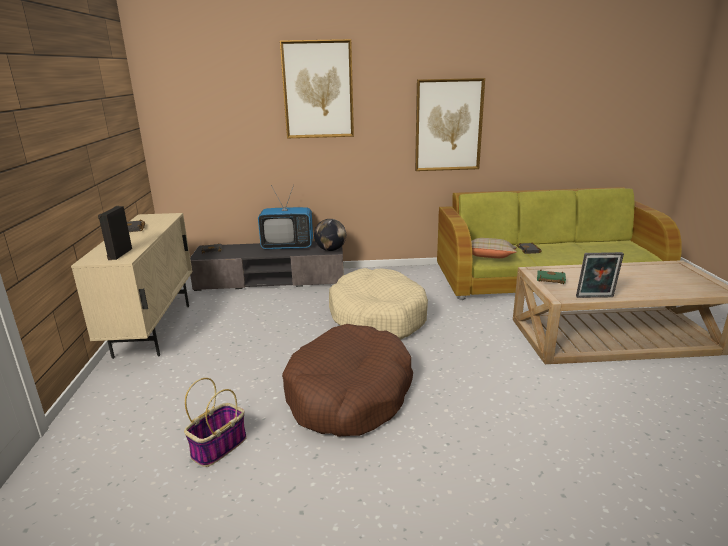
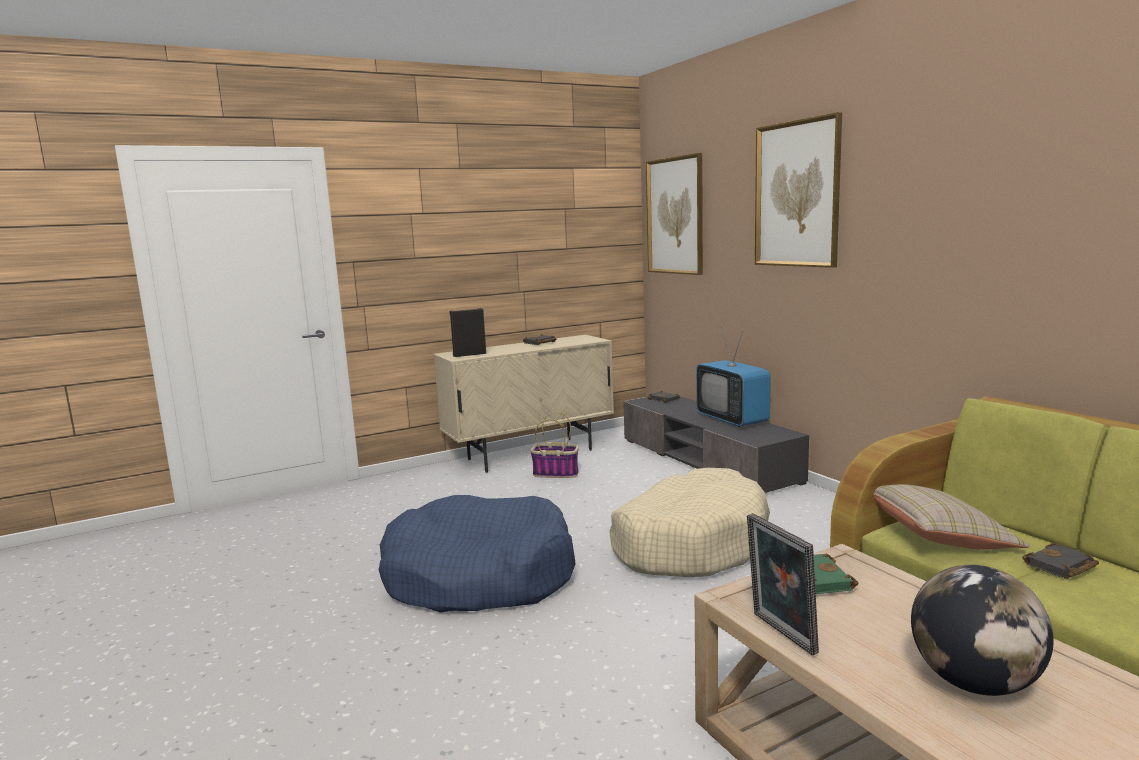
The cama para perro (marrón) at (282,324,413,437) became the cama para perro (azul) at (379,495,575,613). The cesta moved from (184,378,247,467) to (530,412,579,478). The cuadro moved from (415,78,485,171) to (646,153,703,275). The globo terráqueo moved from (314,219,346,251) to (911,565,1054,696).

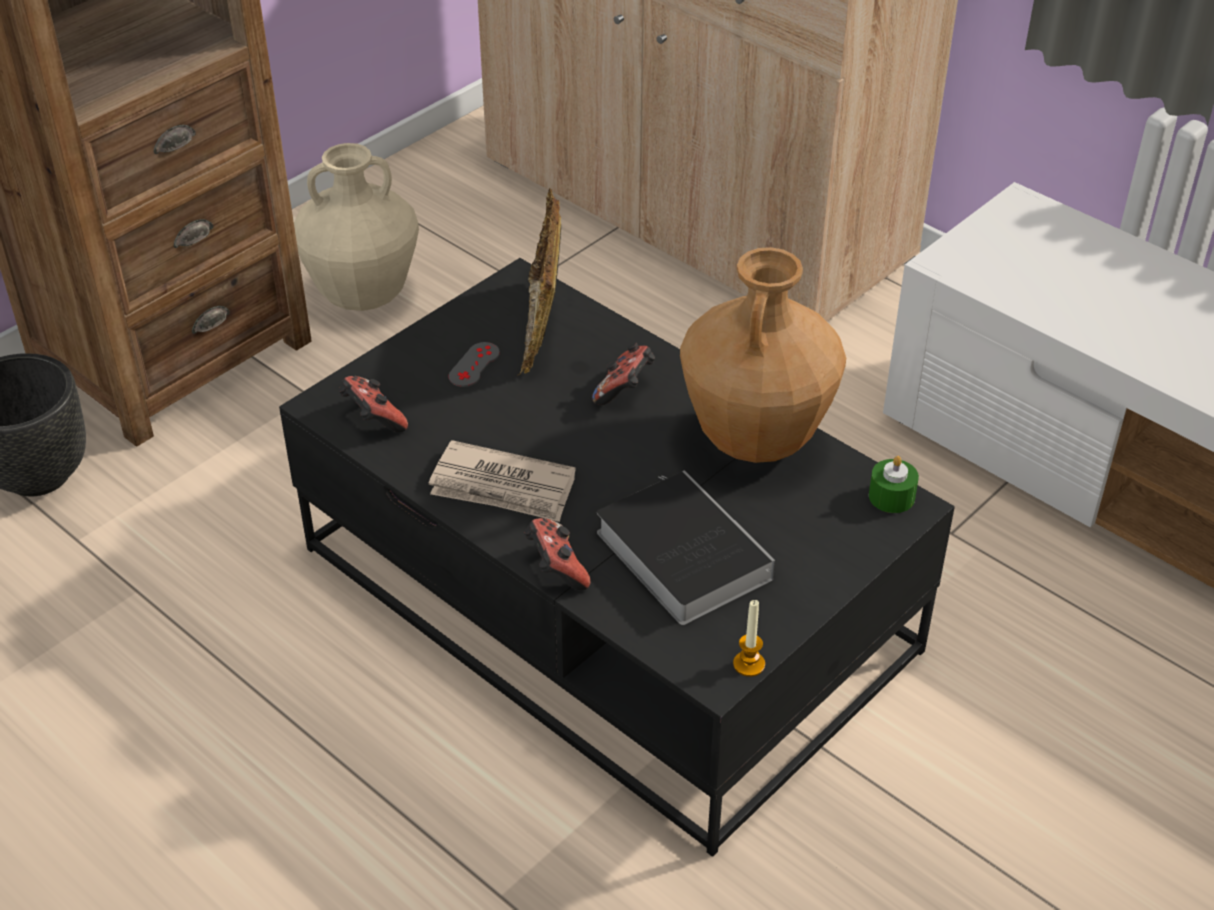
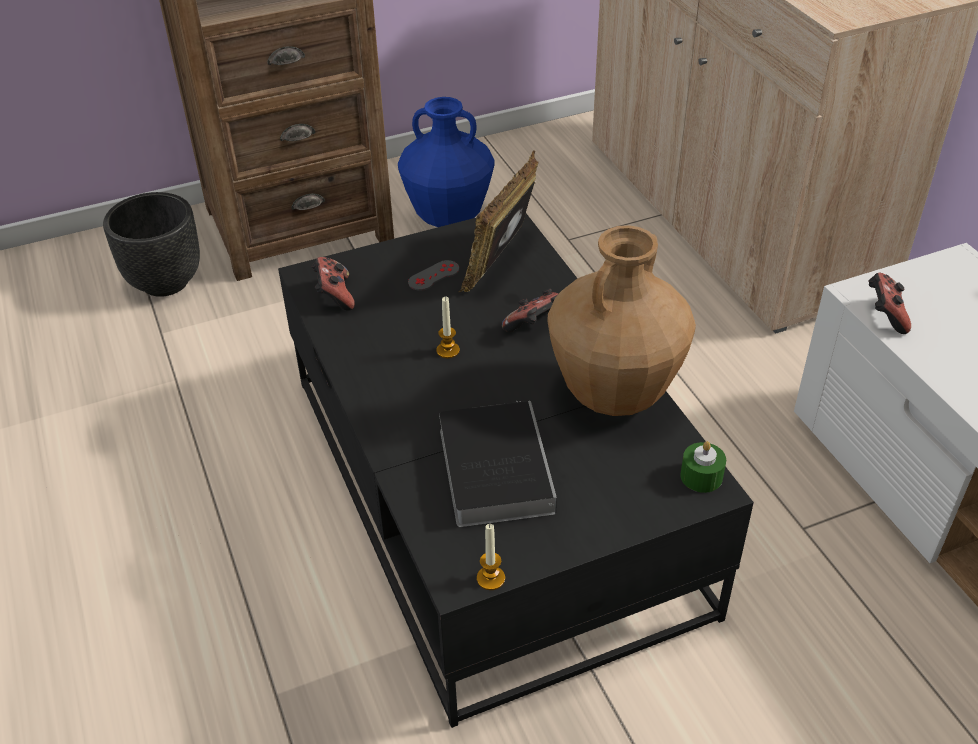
The florero (beis) at (294,143,419,311) became the florero (azul) at (398,97,494,227). The vela at (436,296,460,358) appeared. The mando de consola moved from (524,518,591,590) to (868,273,911,334). The periódico at (429,440,576,522) disappeared.

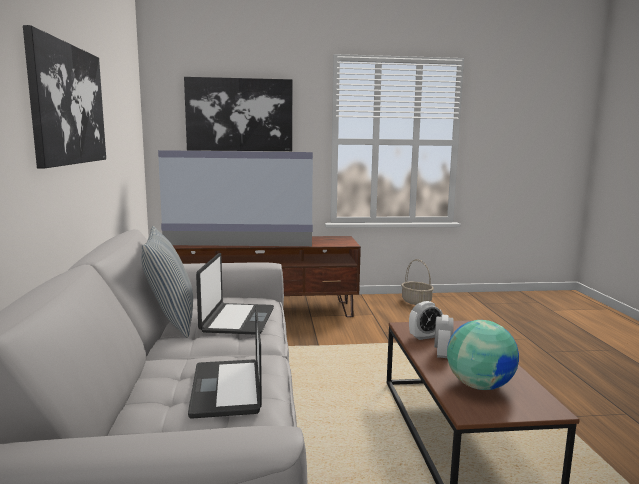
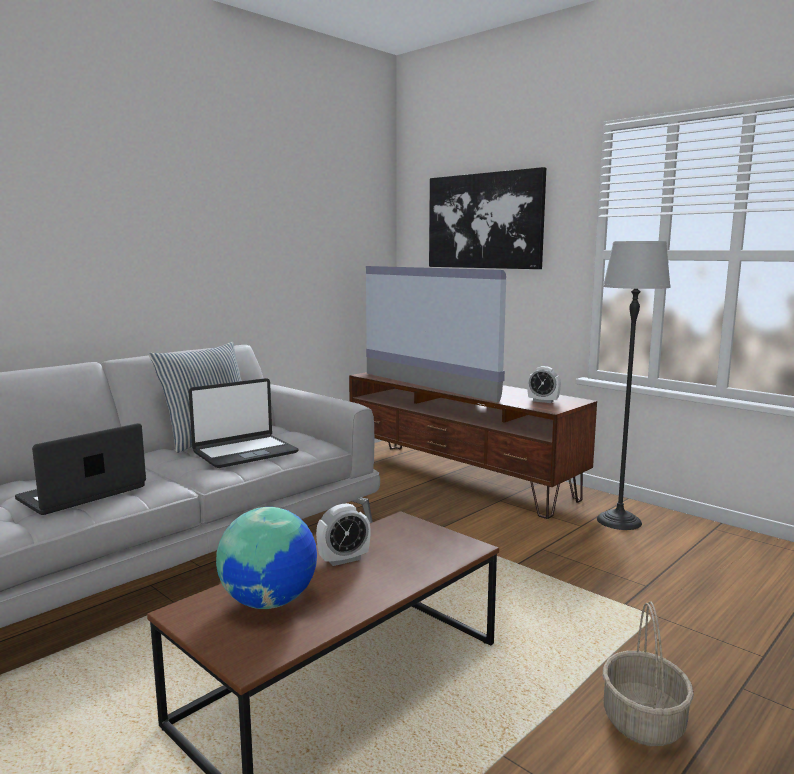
The despertador moved from (409,301,443,340) to (527,366,561,403). The lámpara de pie at (597,241,671,530) appeared. The cesta moved from (401,259,434,305) to (603,601,694,746). The cuadro at (23,25,106,169) disappeared.

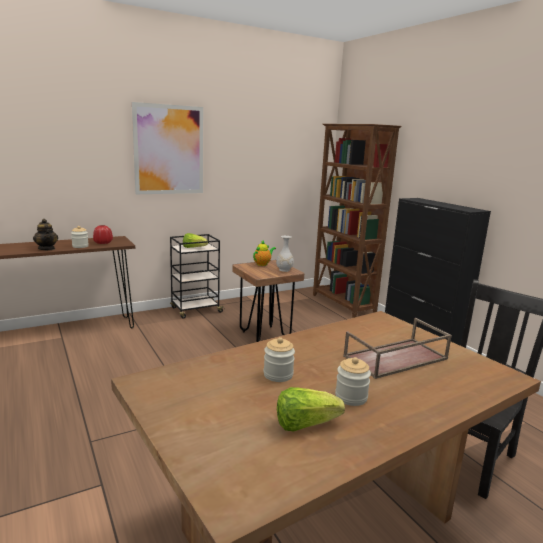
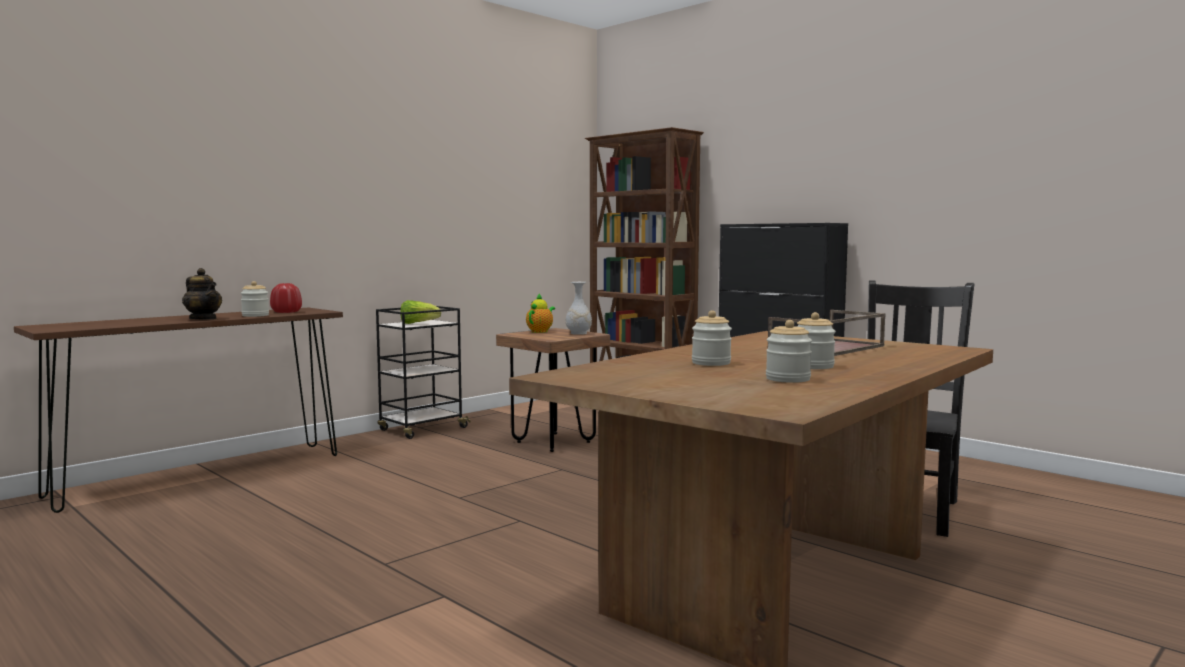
The lechuga at (277,387,345,432) was replaced by the tarro at (766,320,812,383). The cuadro at (132,102,203,194) disappeared.

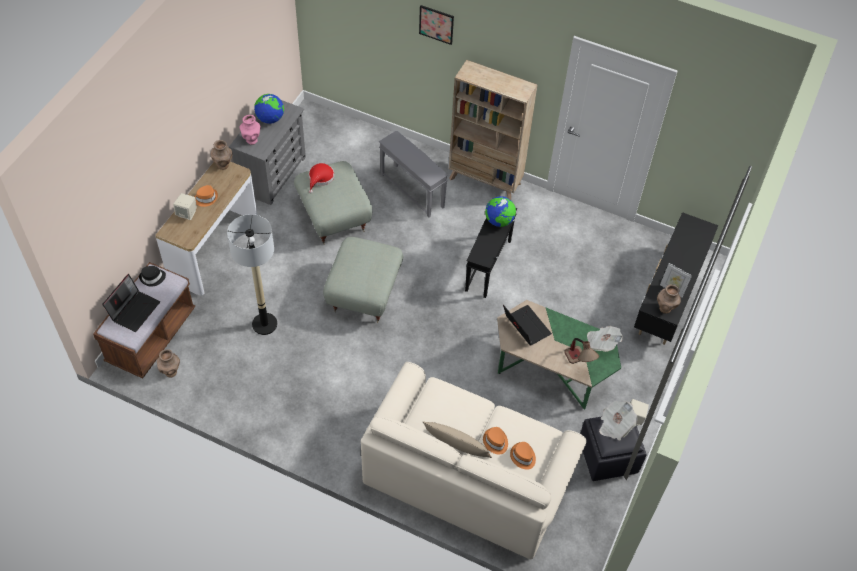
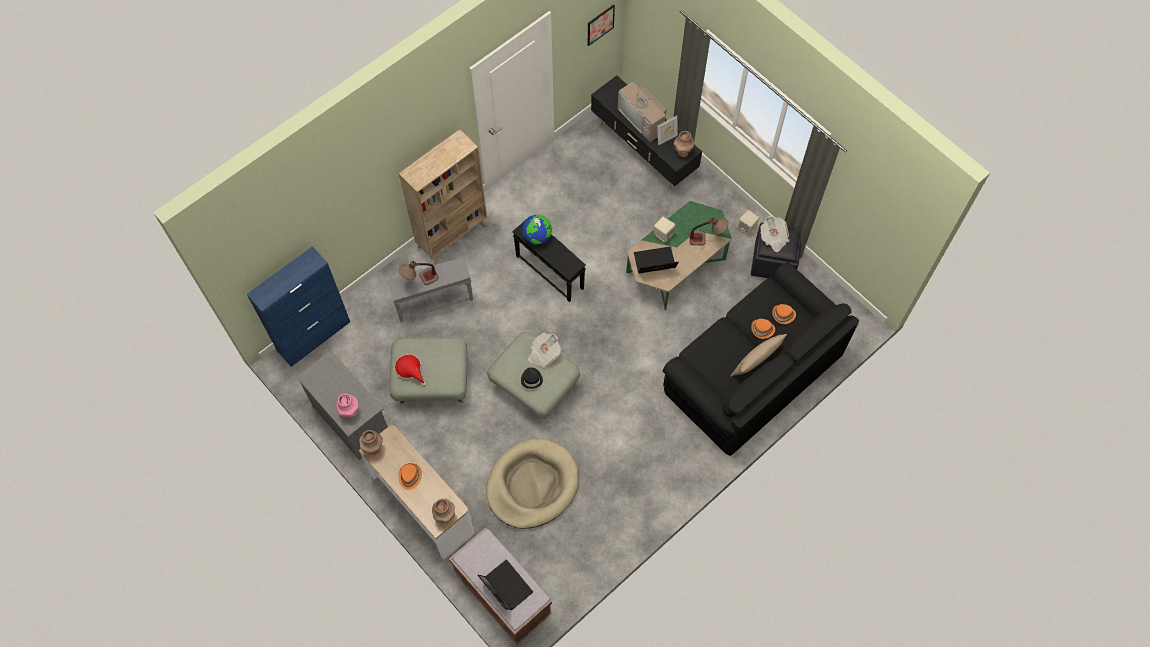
The armario (azul) at (247,246,350,367) appeared. The lámpara de mesa at (399,261,439,285) appeared. The florero (marrón) moved from (157,349,180,378) to (432,499,455,523). The lámpara de pie at (227,214,278,335) was replaced by the cama para perro (beis) at (486,438,579,529). The sombrero (negro) moved from (139,266,166,287) to (521,367,543,389). The periódico moved from (587,326,623,352) to (528,332,561,368). The cuadro moved from (419,5,454,45) to (588,4,615,46). The televisor at (618,76,666,142) appeared. The altavoz (beis) moved from (173,193,197,220) to (654,217,675,242). The sofá (beis) at (361,362,587,559) became the sofá (negro) at (663,262,859,456). The globo terráqueo at (254,94,284,124) disappeared.

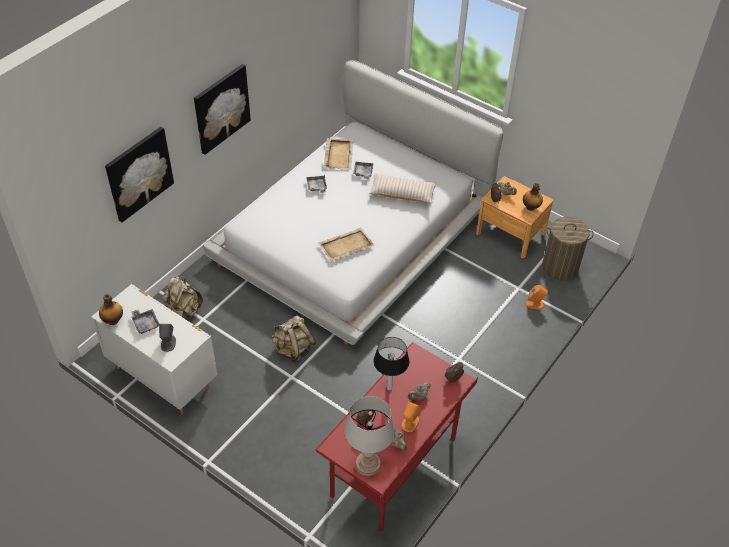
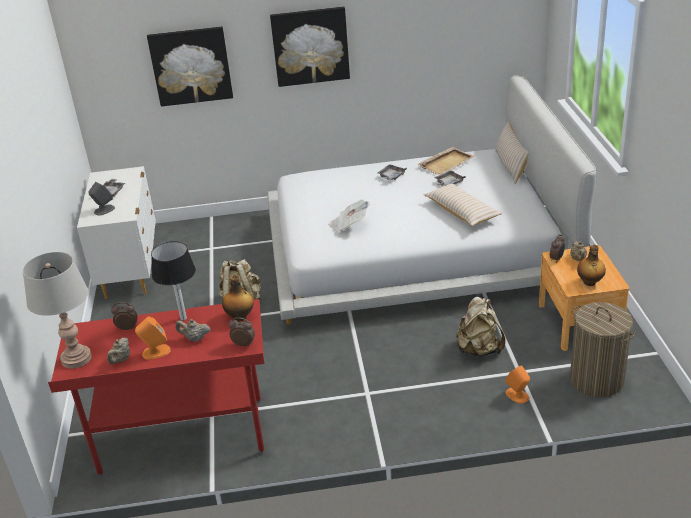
The botella moved from (99,294,123,325) to (222,275,254,322). The bandeja (beis) at (318,227,375,262) was replaced by the periódico at (329,200,370,233). The mochila (beis) moved from (162,276,203,319) to (456,297,505,356). The cojín (beis) at (496,121,529,184) appeared.

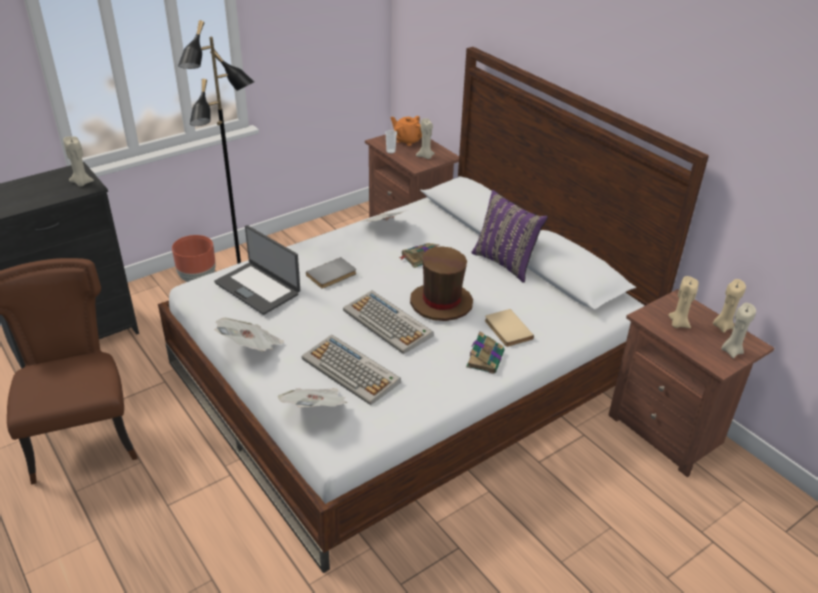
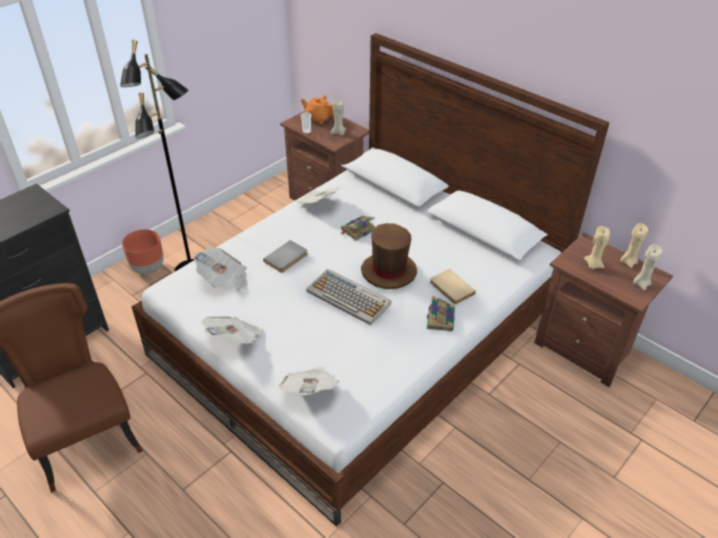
The portátil at (214,225,300,315) was replaced by the periódico at (193,248,248,290). The vela (beis) at (63,136,94,186) disappeared. The teclado at (302,335,401,405) disappeared. The cojín (morado) at (471,190,548,283) disappeared.

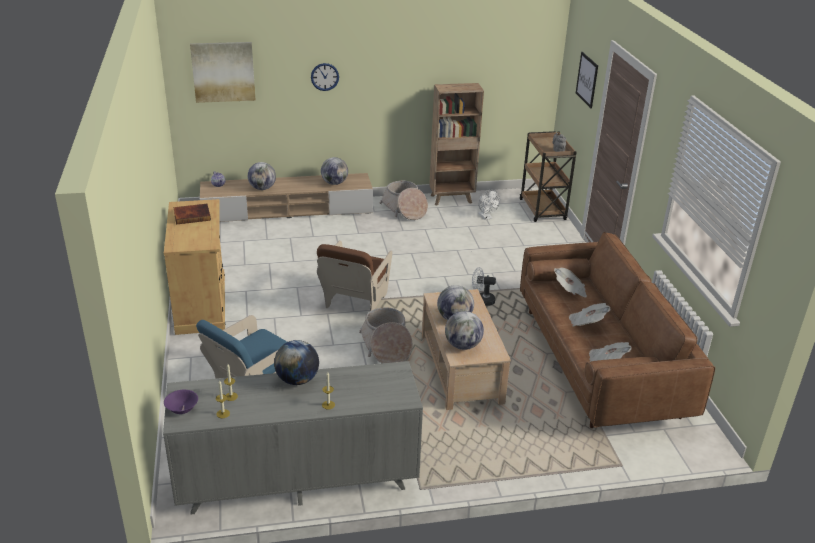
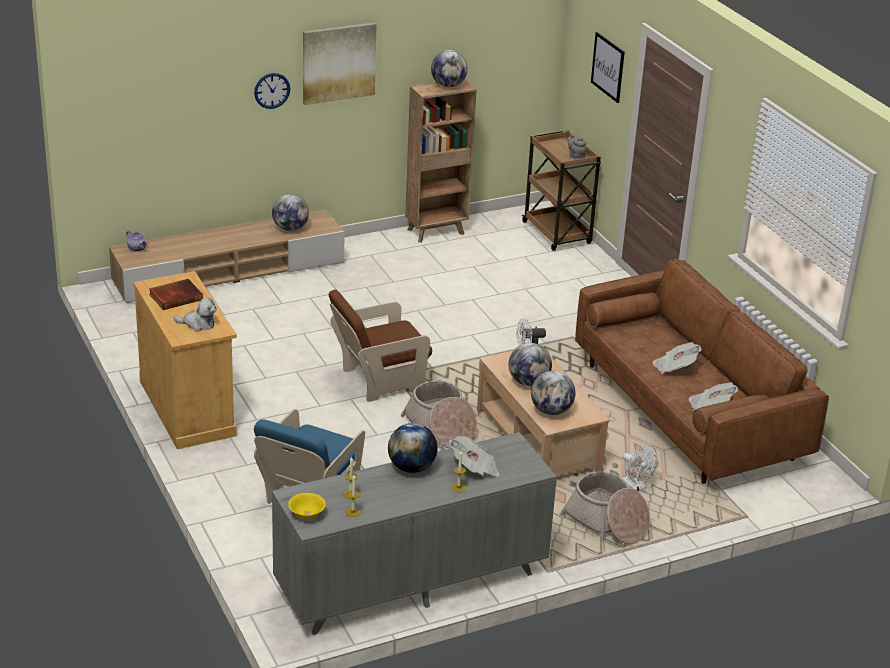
The peluche at (173,298,217,332) appeared. The cuenco (morado) at (164,390,198,414) became the cuenco (amarillo) at (288,493,326,519). The cuadro moved from (190,42,256,103) to (303,22,376,105). The sillón (marrón) at (317,241,392,311) turned 60 degrees clockwise. The globo terráqueo moved from (248,162,276,190) to (431,50,468,87). The periódico moved from (554,268,587,298) to (449,436,500,477). The cesta moved from (380,181,428,220) to (560,471,651,544). The ventilador (blanco) moved from (478,190,500,220) to (622,445,658,492).

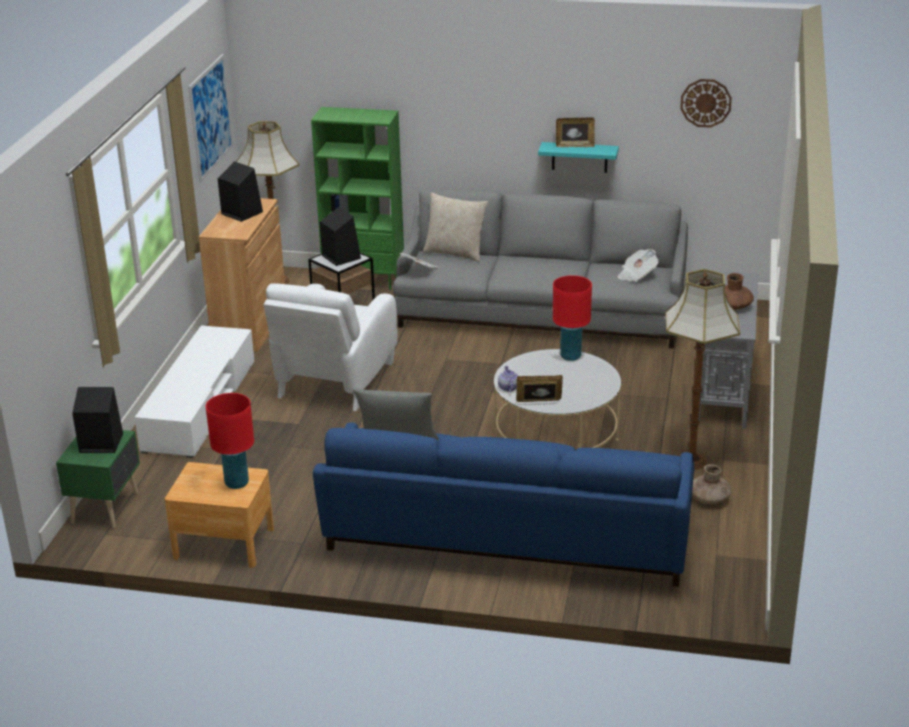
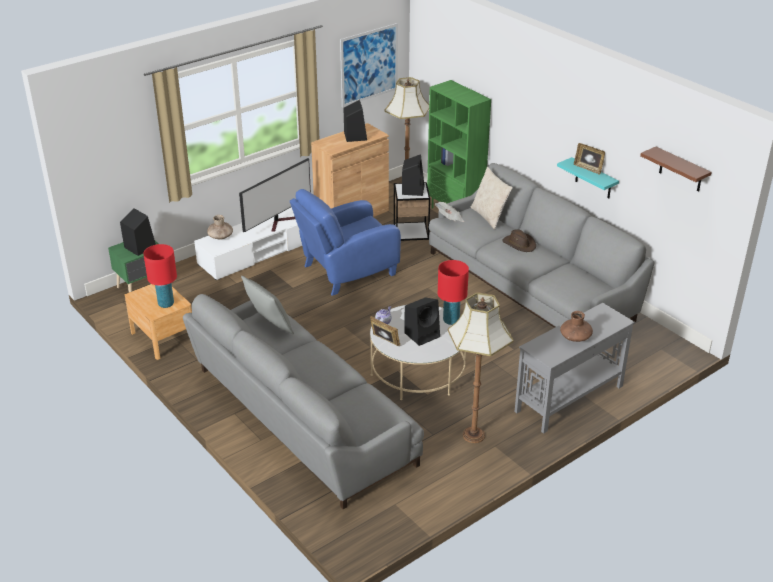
The sofá (azul) at (313,422,694,587) became the sofá (gris) at (183,294,424,509). The florero (marrón) moved from (692,464,731,504) to (207,215,233,240). The televisor at (239,158,311,232) appeared. The sillón (blanco) at (264,283,397,411) became the sillón (azul) at (290,189,401,296). The altavoz (negro) at (404,297,440,346) appeared. The sombrero (marrón) at (502,229,536,252) appeared. The reloj de pared at (680,79,732,128) was replaced by the estante (marrón) at (640,147,712,192). The periódico at (618,249,659,282) disappeared.

